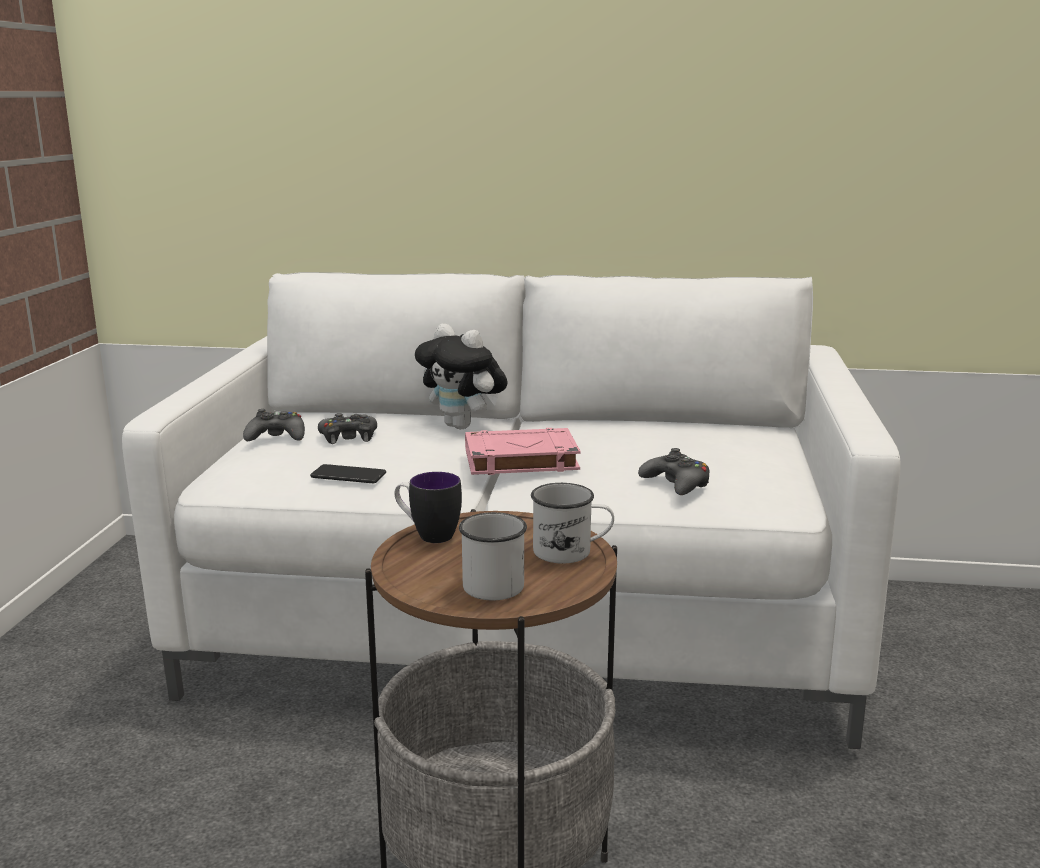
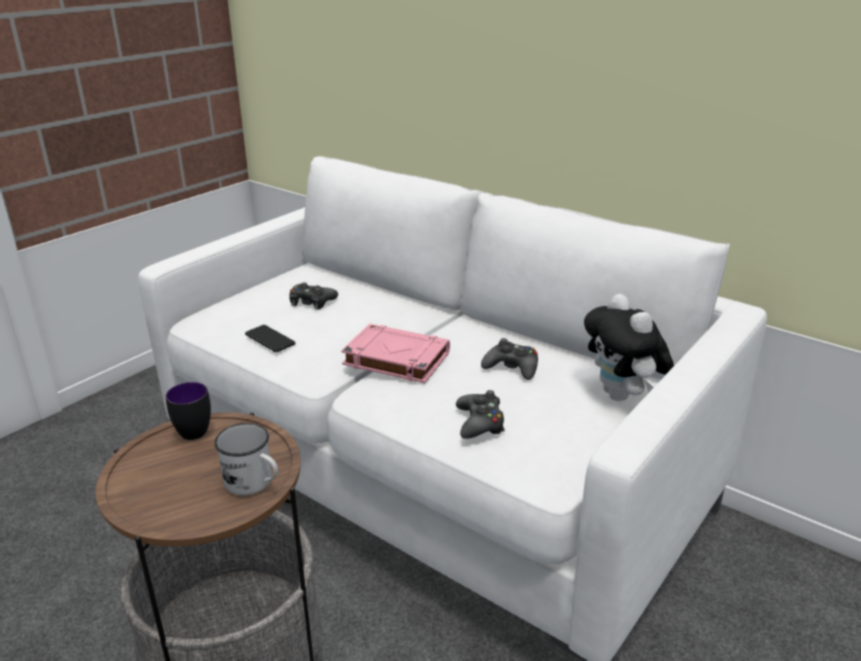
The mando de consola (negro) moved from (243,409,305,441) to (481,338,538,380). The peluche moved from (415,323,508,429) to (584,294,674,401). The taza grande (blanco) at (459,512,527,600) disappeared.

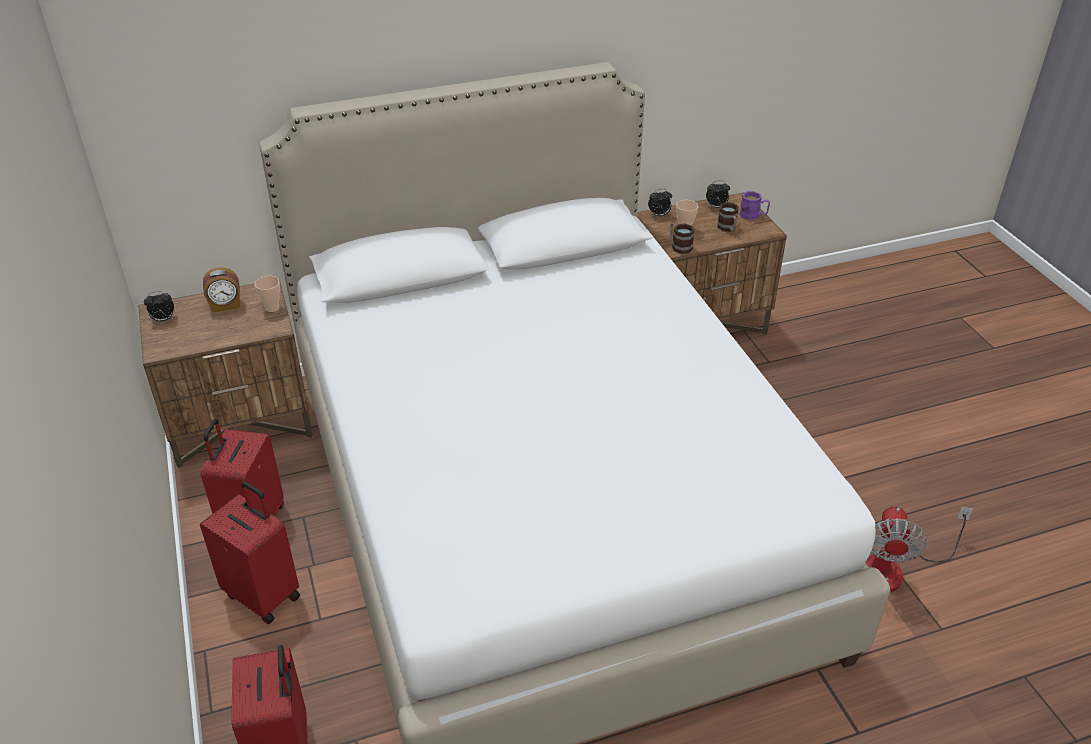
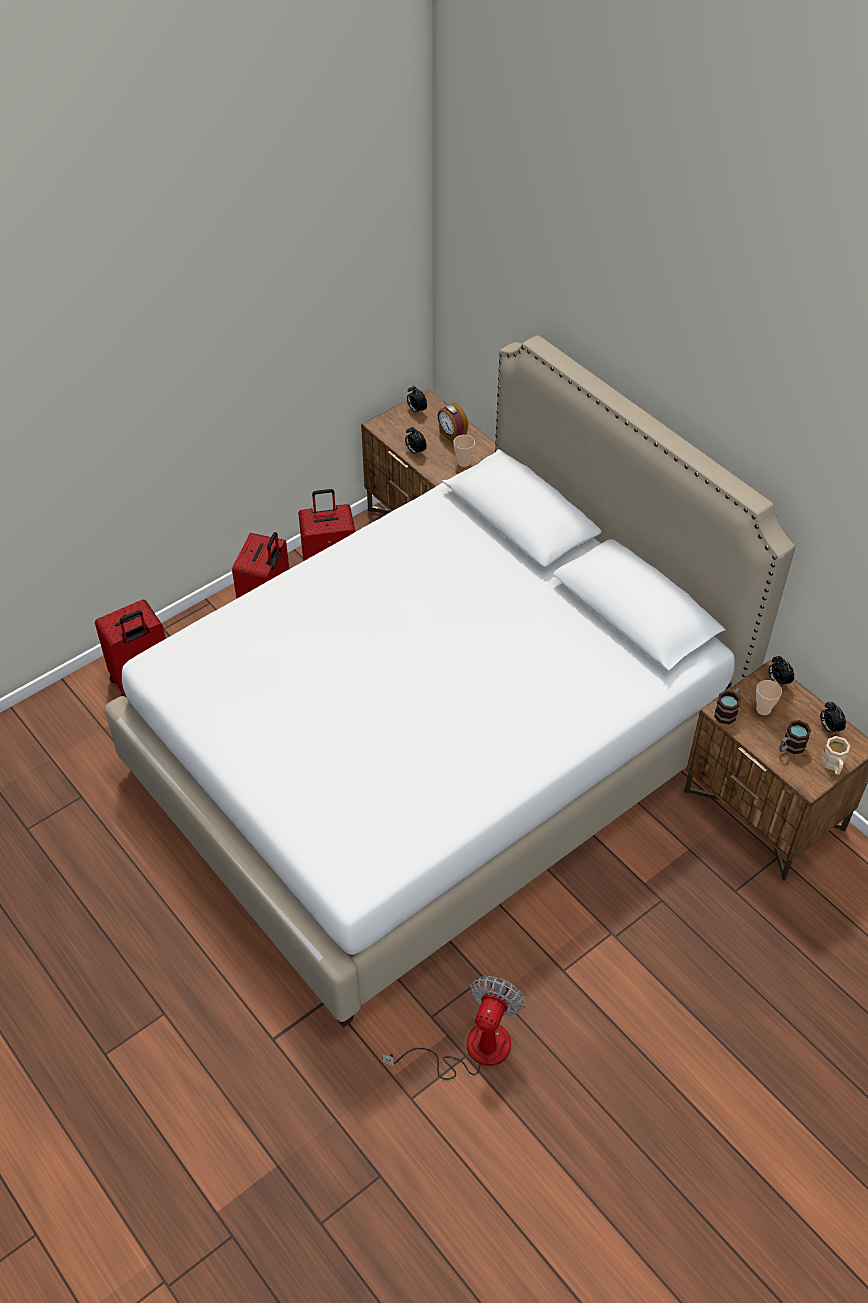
The ventilador at (866,507,973,592) turned 120 degrees clockwise. The despertador at (405,426,427,456) appeared. The taza grande (morado) at (740,191,770,220) became the taza grande (beis) at (821,736,850,775).

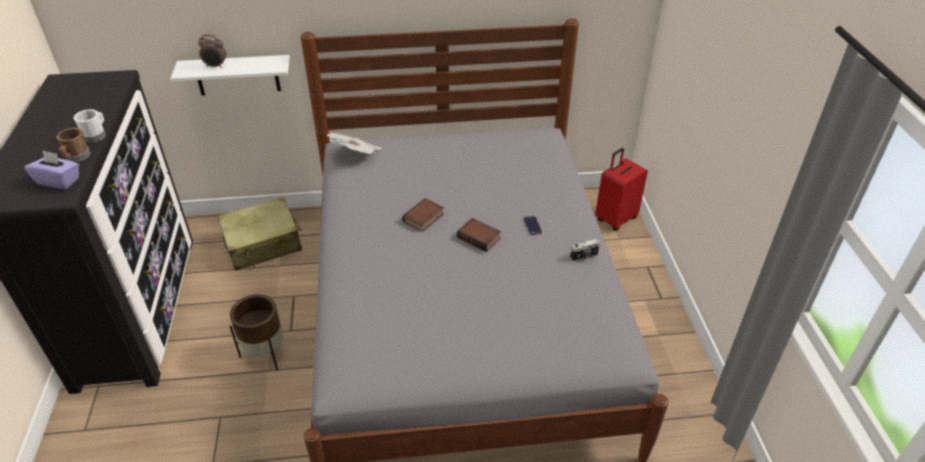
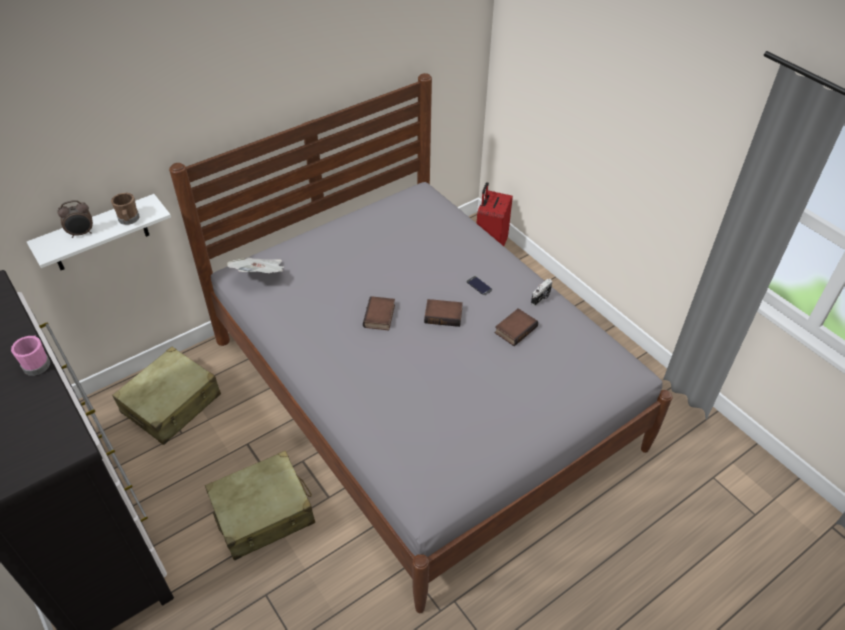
The taza grande (blanco) at (74,109,106,143) became the taza grande (rosa) at (11,336,50,376). The taza grande (marrón) moved from (57,128,91,162) to (111,192,140,225). The maceta (marrón) at (230,294,283,370) was replaced by the maleta (beis) at (205,451,315,560). The libro at (495,308,538,346) appeared. The caja de pañuelos (morado) at (24,151,79,190) disappeared.

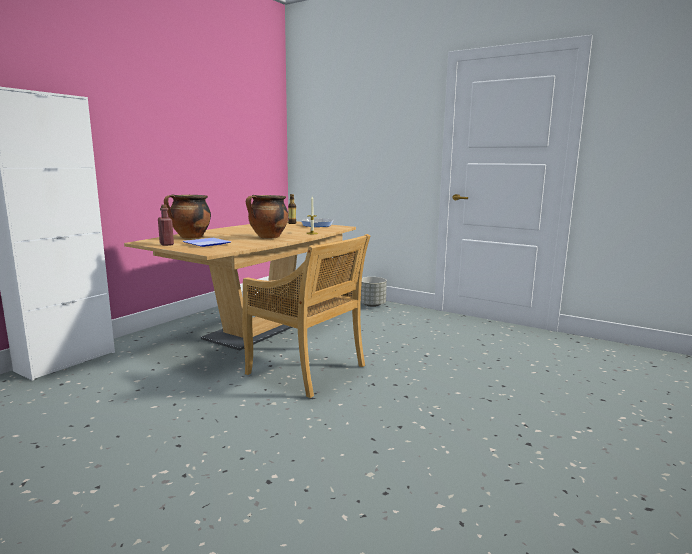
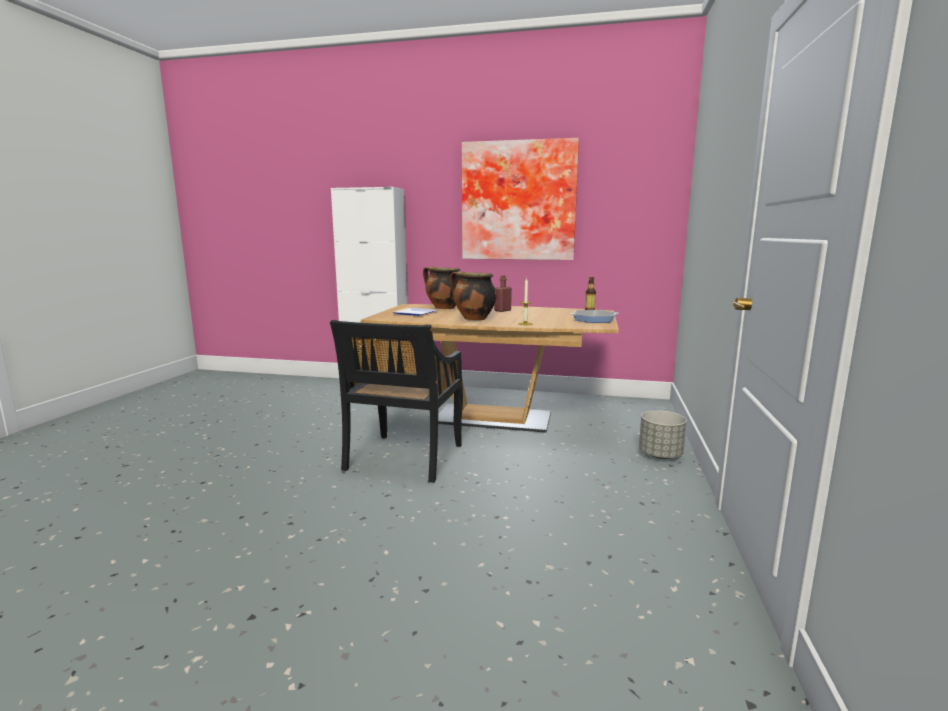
The silla (beis) at (242,234,370,398) became the silla (negro) at (330,320,463,483). The cuadro at (462,138,579,260) appeared. The botella (rojo) moved from (158,204,174,246) to (494,275,512,312).

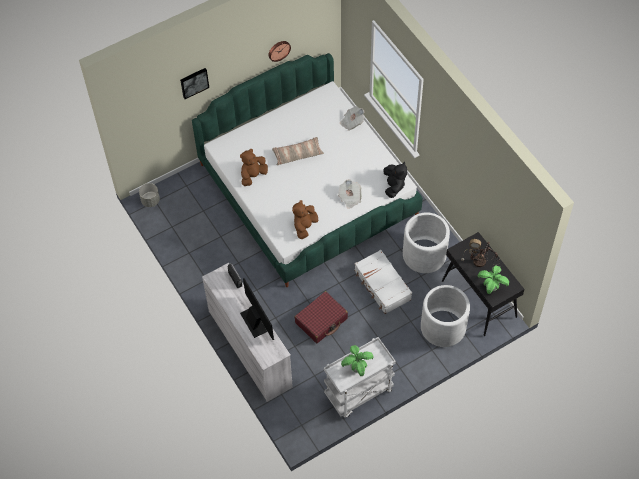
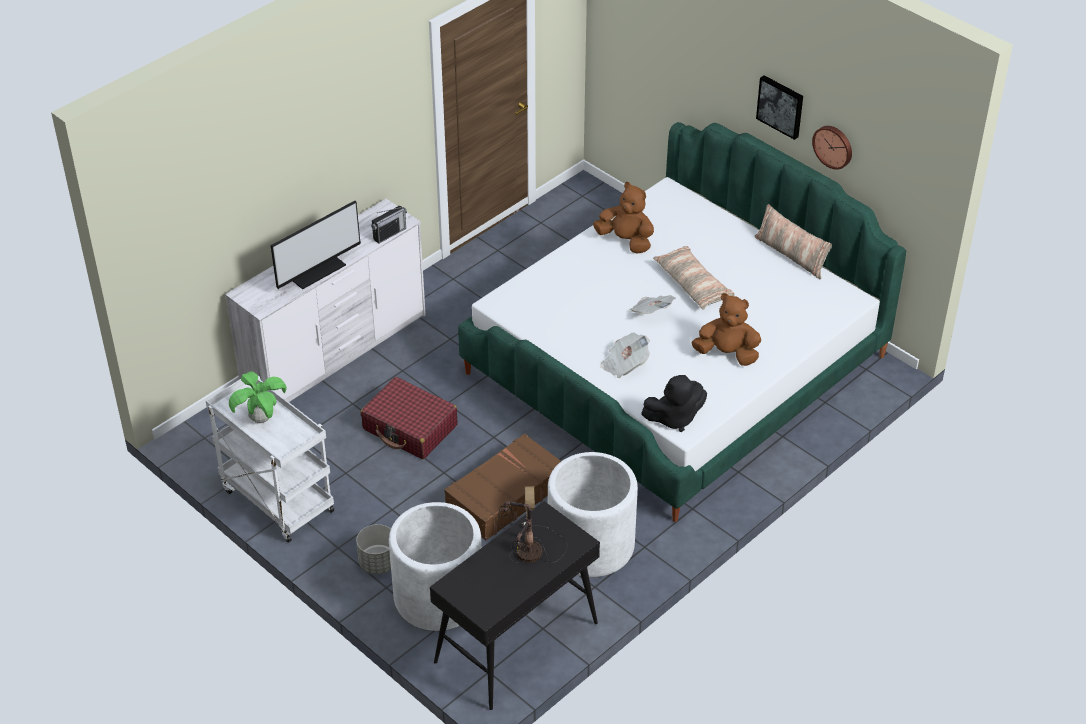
The maceta (gris) moved from (139,183,160,207) to (356,524,391,574). The maleta (blanco) at (355,250,412,314) became the maleta (marrón) at (444,433,561,541). The periódico moved from (340,106,365,131) to (629,295,676,314). The peluche (marrón) moved from (292,200,318,239) to (692,293,761,366). The cojín at (755,204,832,279) appeared. The cuadro moved from (180,68,209,99) to (756,75,803,140). The planta en maceta at (478,265,509,294) disappeared.

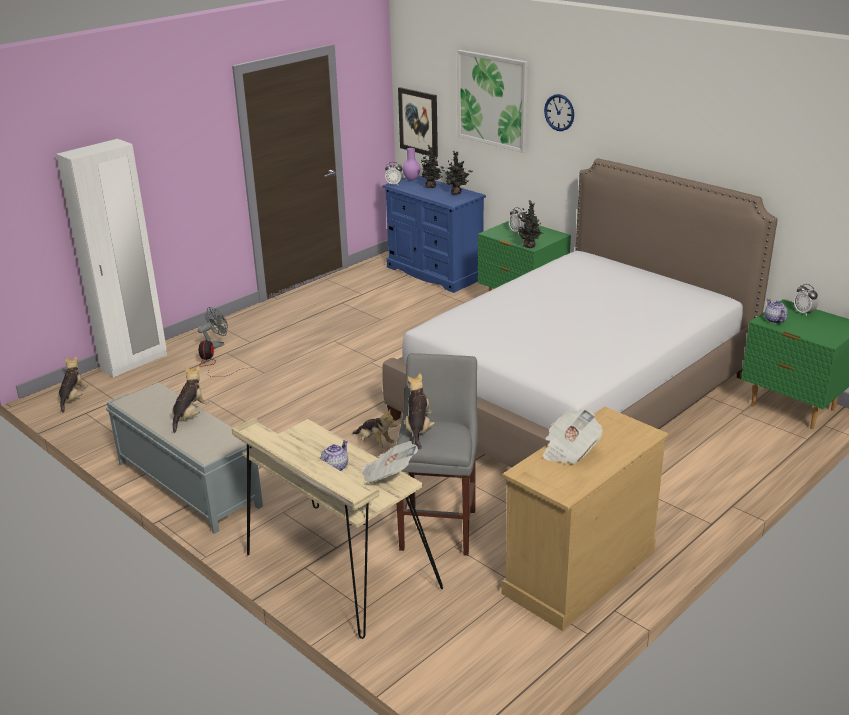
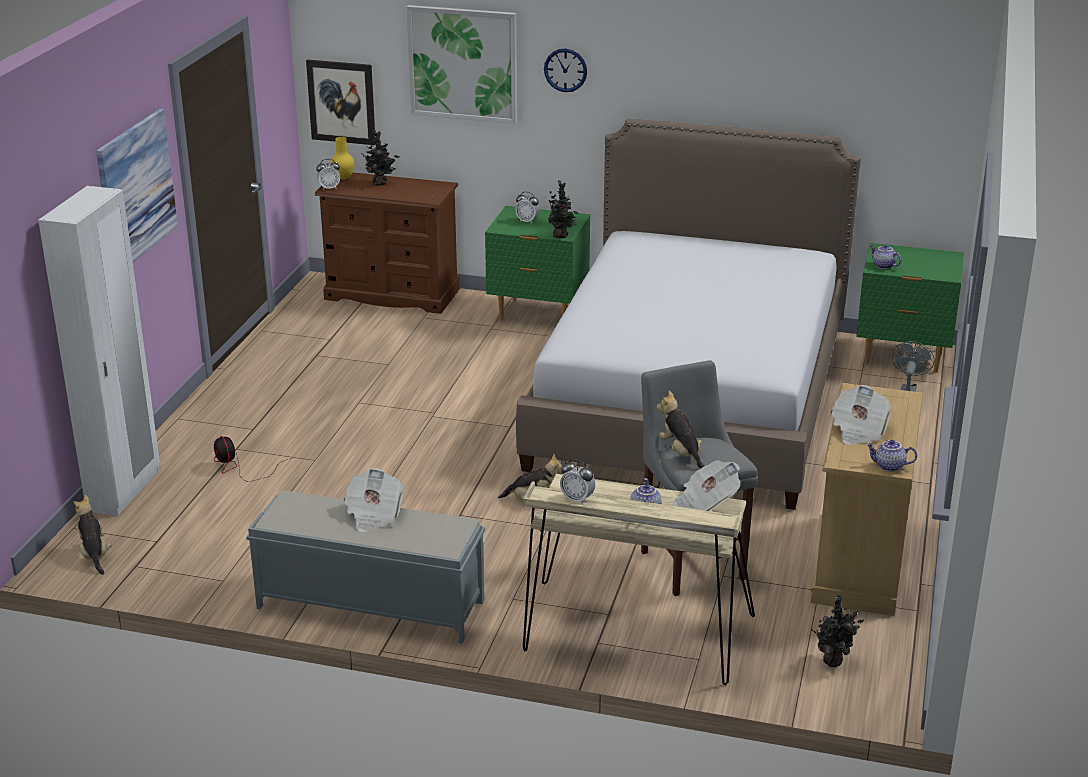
The cuadro at (96,109,178,263) appeared. The cómoda (azul) at (382,176,486,293) became the cómoda (marrón) at (315,173,460,314). The florero (morado) at (402,148,420,180) became the florero (amarillo) at (330,137,355,180). The peluche at (172,366,209,433) was replaced by the periódico at (344,468,404,532). The despertador moved from (794,284,818,316) to (560,459,595,505). The planta en maceta moved from (442,151,473,195) to (811,595,864,667). The tetera at (866,440,917,472) appeared. The ventilador (gris) moved from (198,307,228,349) to (892,341,934,392).

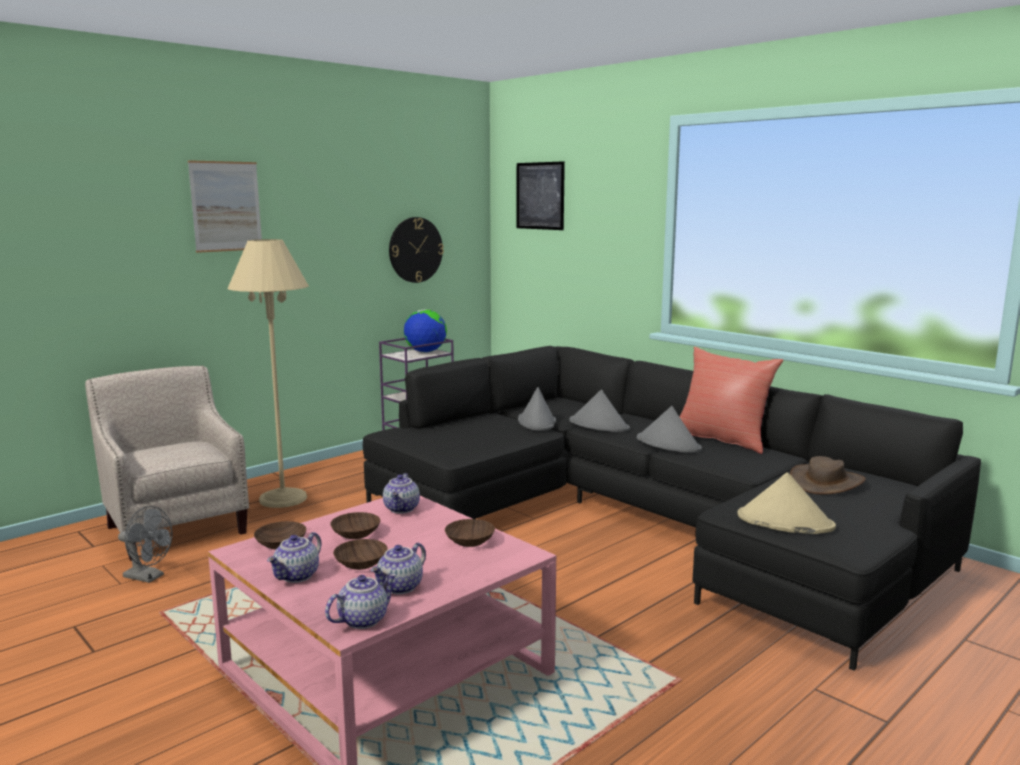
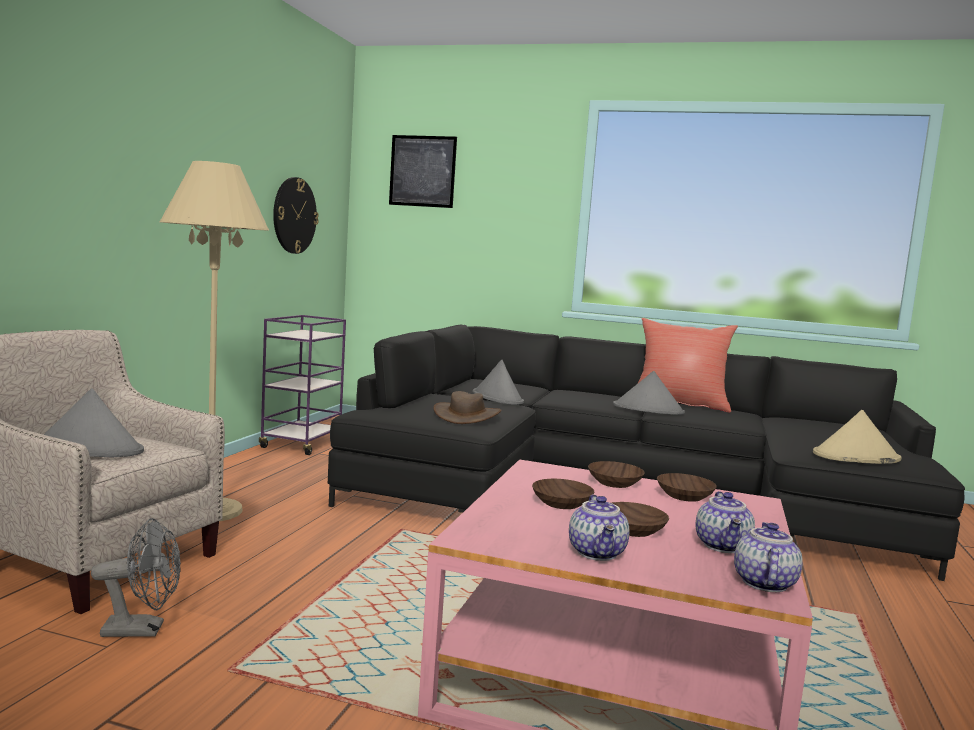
The sombrero (gris) moved from (569,390,630,432) to (44,388,144,457). The sombrero (marrón) moved from (790,456,866,494) to (433,391,501,424). The cuenco (marrón) moved from (254,521,307,550) to (588,461,645,488). The cuadro at (188,160,262,253) disappeared. The tetera at (383,473,420,514) disappeared. The globo terráqueo at (404,309,447,353) disappeared.

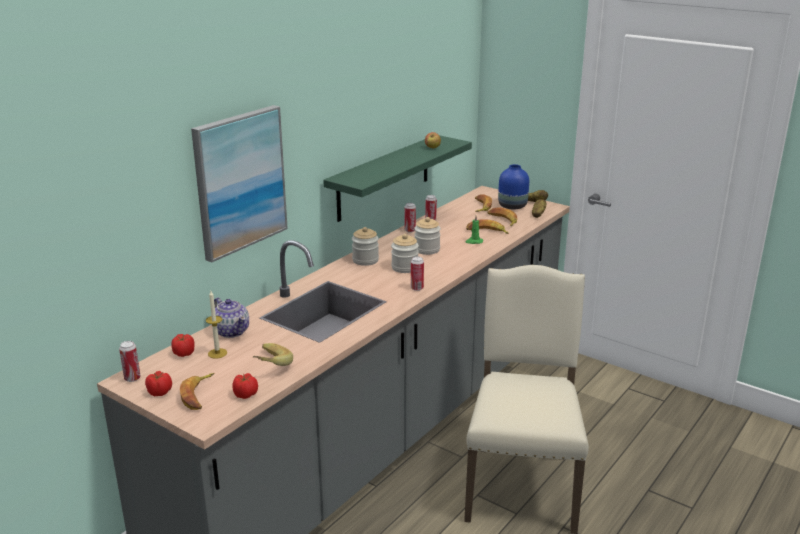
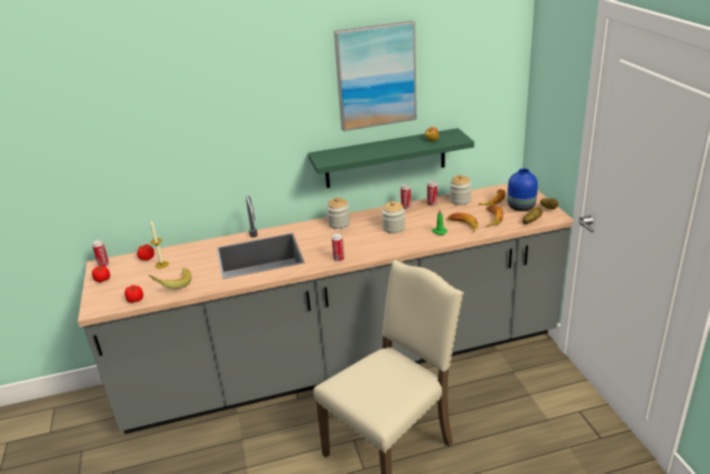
The cuadro moved from (191,105,288,263) to (334,21,417,131). The tarro moved from (391,234,419,273) to (450,175,471,205). The plátano at (180,373,215,410) disappeared. The tetera at (214,297,249,338) disappeared.

